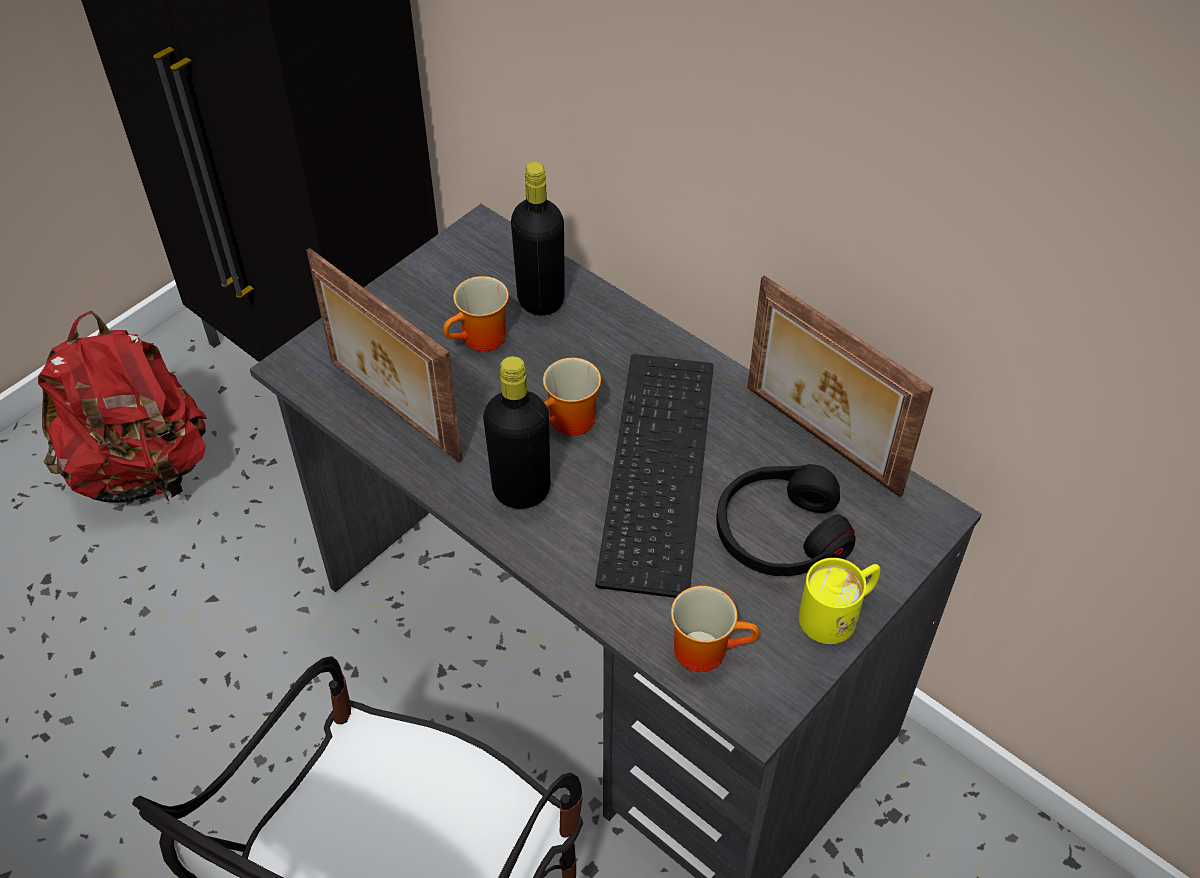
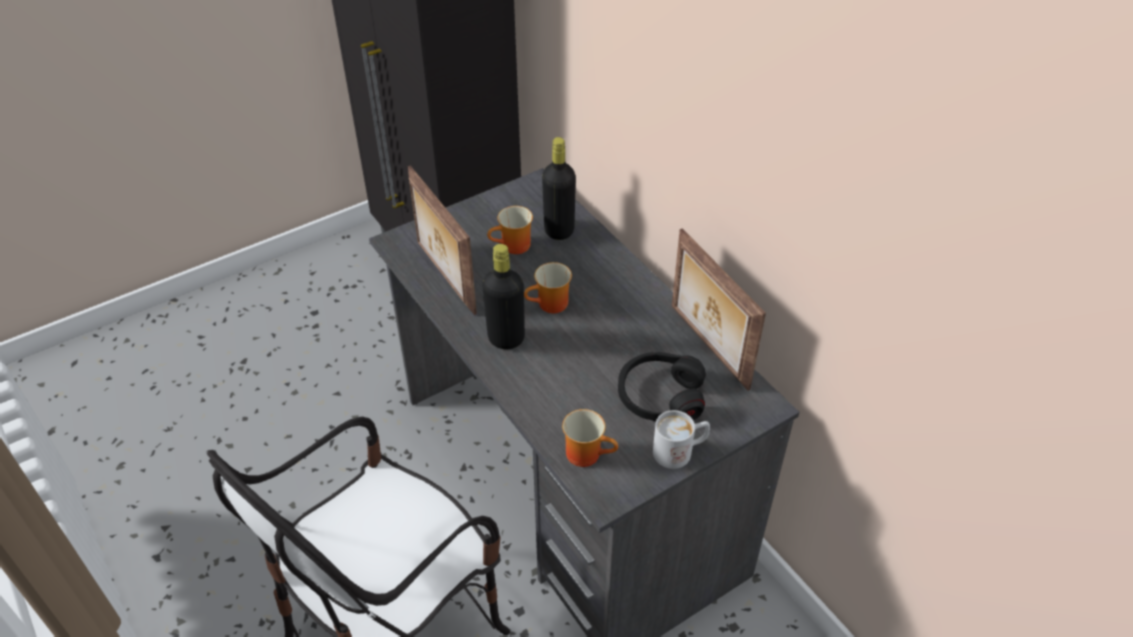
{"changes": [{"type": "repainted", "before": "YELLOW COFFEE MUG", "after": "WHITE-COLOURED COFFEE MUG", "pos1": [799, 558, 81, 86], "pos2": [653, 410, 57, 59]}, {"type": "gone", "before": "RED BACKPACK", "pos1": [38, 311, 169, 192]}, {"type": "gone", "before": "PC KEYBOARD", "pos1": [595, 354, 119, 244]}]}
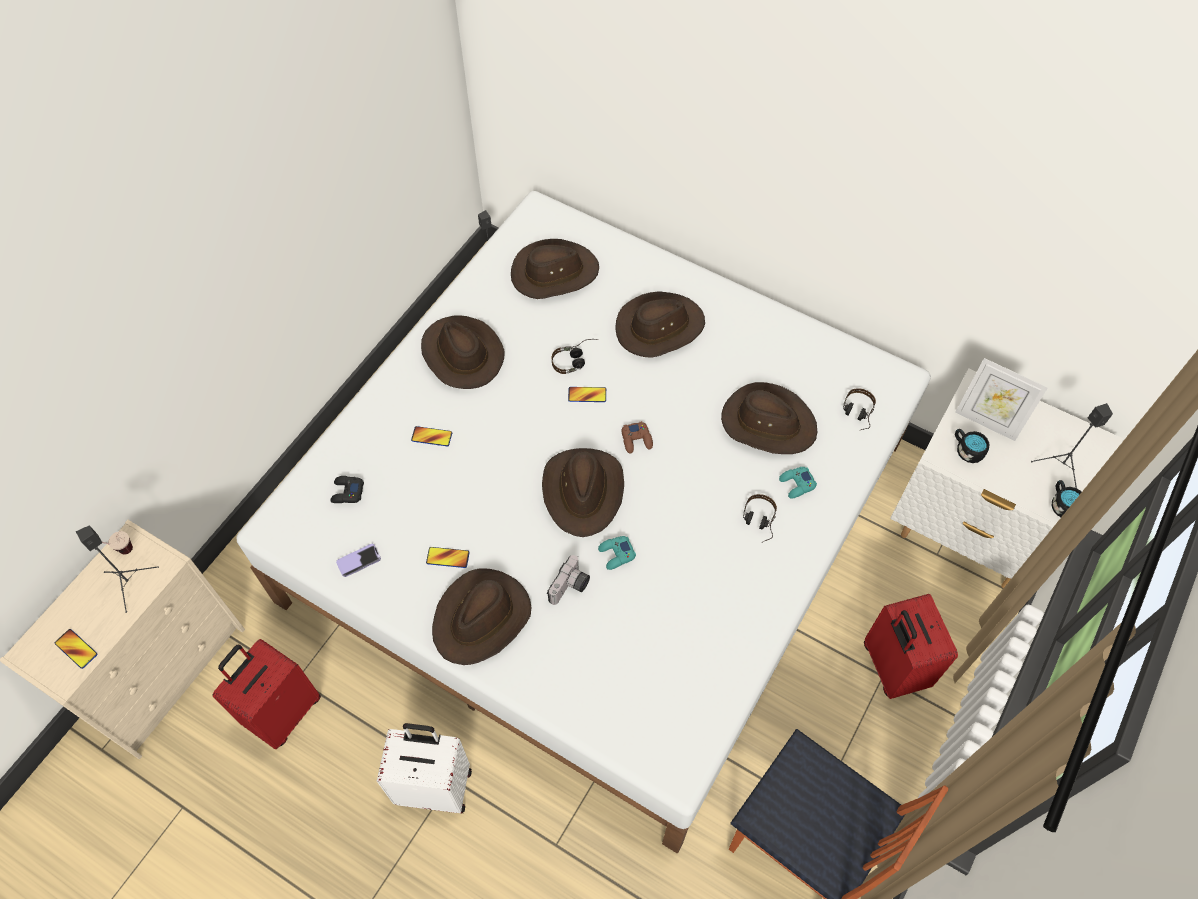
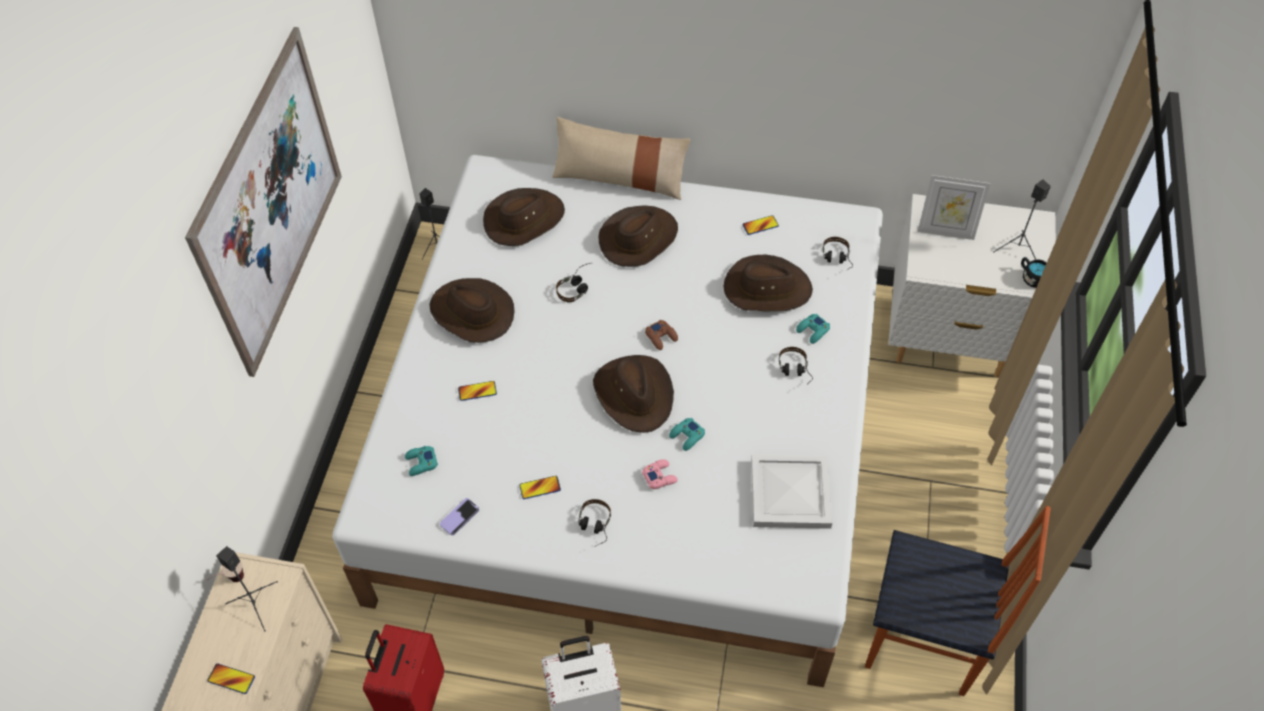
{"changes": [{"type": "new", "after": "WALL ART", "pos2": [185, 27, 157, 350]}, {"type": "repainted", "before": "BLACK JOYPAD", "after": "BLUE-GREEN JOYPAD", "pos1": [330, 476, 34, 27], "pos2": [405, 446, 33, 30]}, {"type": "new", "after": "BEIGE-COLOURED THROW PILLOW", "pos2": [552, 117, 139, 83]}, {"type": "swapped", "before": "BROWN-COLOURED HAT", "after": "PAIR OF HEADPHONES", "pos1": [432, 568, 100, 97], "pos2": [578, 499, 33, 47]}, {"type": "swapped", "before": "STILL CAMERA", "after": "PINKISH JOYPAD", "pos1": [547, 555, 43, 50], "pos2": [642, 459, 36, 30]}, {"type": "shifted", "before": "PHONE", "pos1": [568, 387, 38, 15], "pos2": [743, 215, 36, 20]}, {"type": "new", "after": "WHITE-COLOURED TRAY", "pos2": [751, 454, 82, 75]}, {"type": "gone", "before": "RED SUITCASE", "pos1": [864, 594, 94, 105]}, {"type": "gone", "before": "BLACK COFFEE MUG", "pos1": [955, 429, 35, 34]}]}
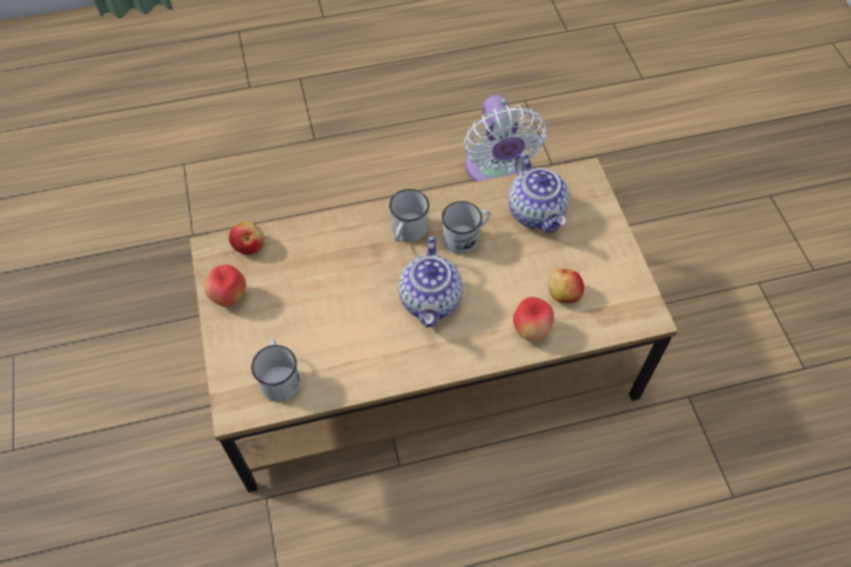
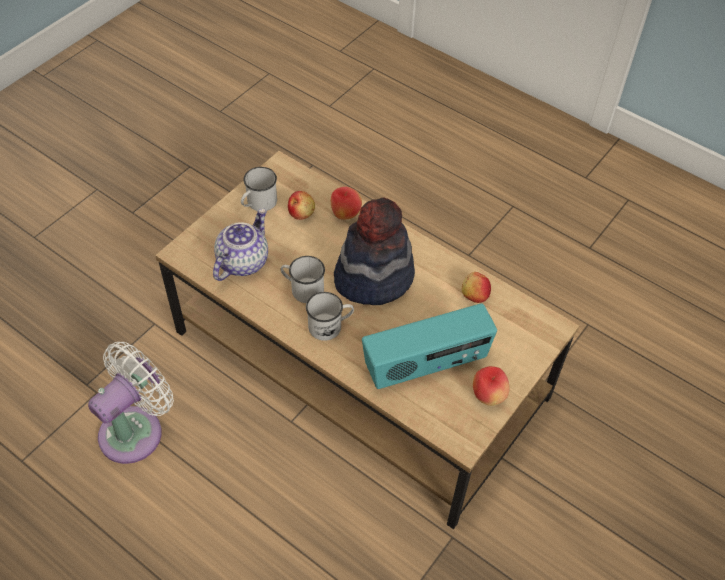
{"changes": [{"type": "shifted", "before": "WHITE-COLOURED COFFEE MUG", "pos1": [251, 339, 49, 63], "pos2": [241, 167, 36, 44]}, {"type": "swapped", "before": "TEAPOT", "after": "HAT", "pos1": [399, 236, 64, 92], "pos2": [334, 198, 81, 107]}, {"type": "new", "after": "RADIO SET", "pos2": [362, 303, 135, 86]}, {"type": "shifted", "before": "APPLE FRUIT", "pos1": [229, 222, 35, 33], "pos2": [462, 272, 29, 31]}]}
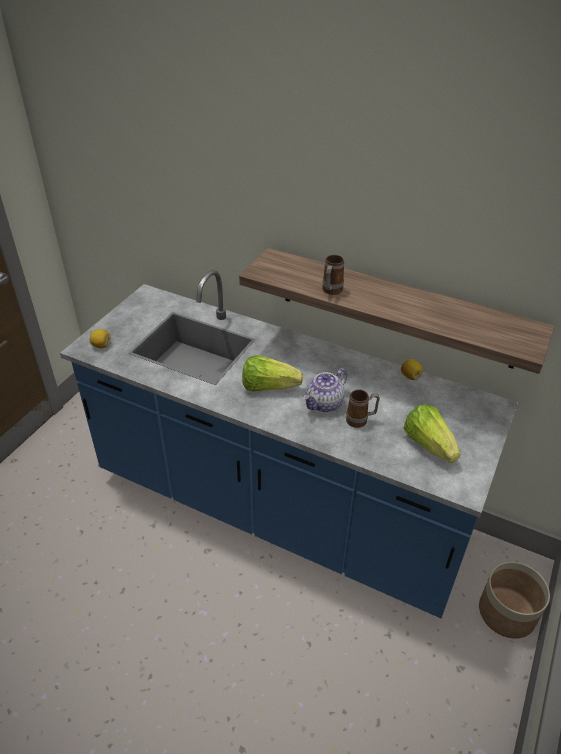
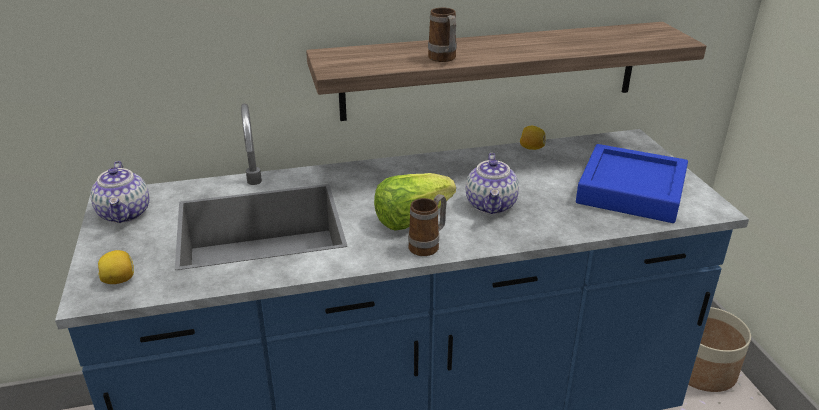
{"changes": [{"type": "new", "after": "TEAPOT", "pos2": [90, 161, 59, 62]}, {"type": "shifted", "before": "COFFEE MUG", "pos1": [346, 389, 34, 39], "pos2": [408, 194, 39, 62]}, {"type": "swapped", "before": "HEAD OF LETTUCE", "after": "BLUISH TRAY", "pos1": [403, 404, 57, 59], "pos2": [576, 144, 112, 79]}]}
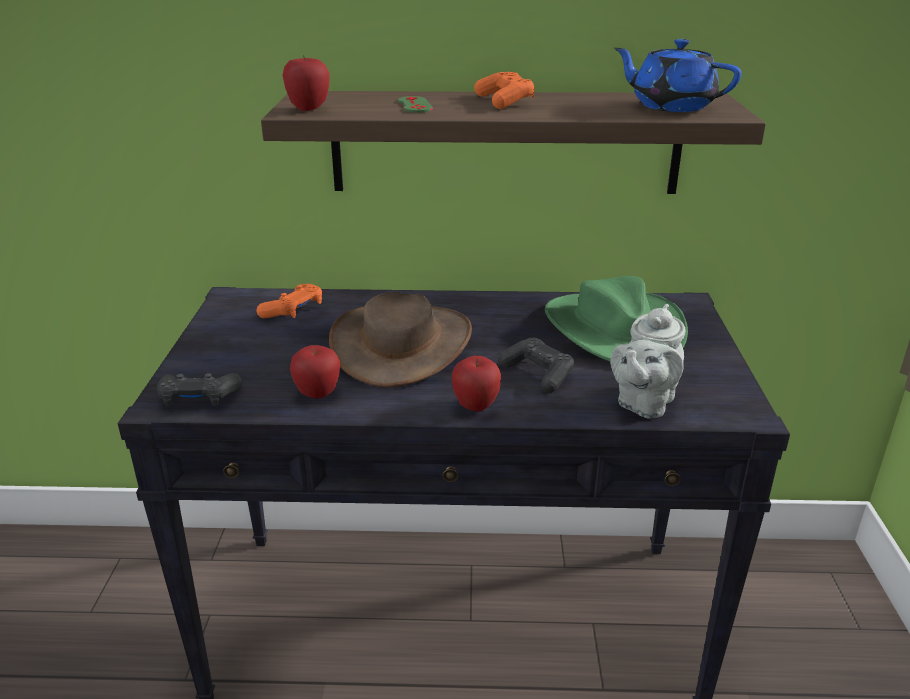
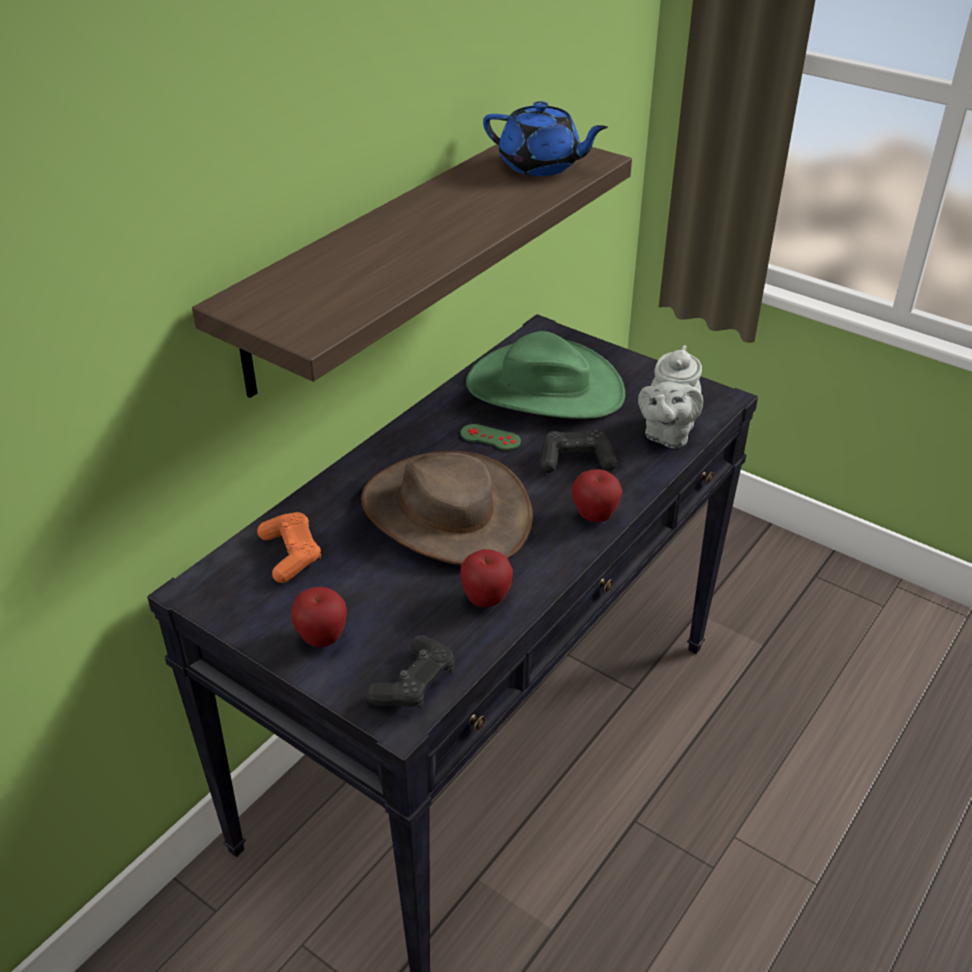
{"changes": [{"type": "shifted", "before": "APPLE FRUIT", "pos1": [282, 55, 48, 56], "pos2": [291, 587, 56, 60]}, {"type": "shifted", "before": "GREEN-COLOURED JOYPAD", "pos1": [398, 96, 35, 17], "pos2": [460, 424, 61, 26]}, {"type": "rotated", "before": "BLUISH TEAPOT", "pos1": [614, 39, 127, 73], "pos2": [483, 101, 125, 75], "turn": -135}, {"type": "rotated", "before": "GRAY TEAPOT", "pos1": [611, 304, 75, 114], "pos2": [638, 345, 65, 103], "turn": 45}, {"type": "gone", "before": "ORANGE-COLOURED JOYPAD", "pos1": [474, 72, 61, 37]}]}
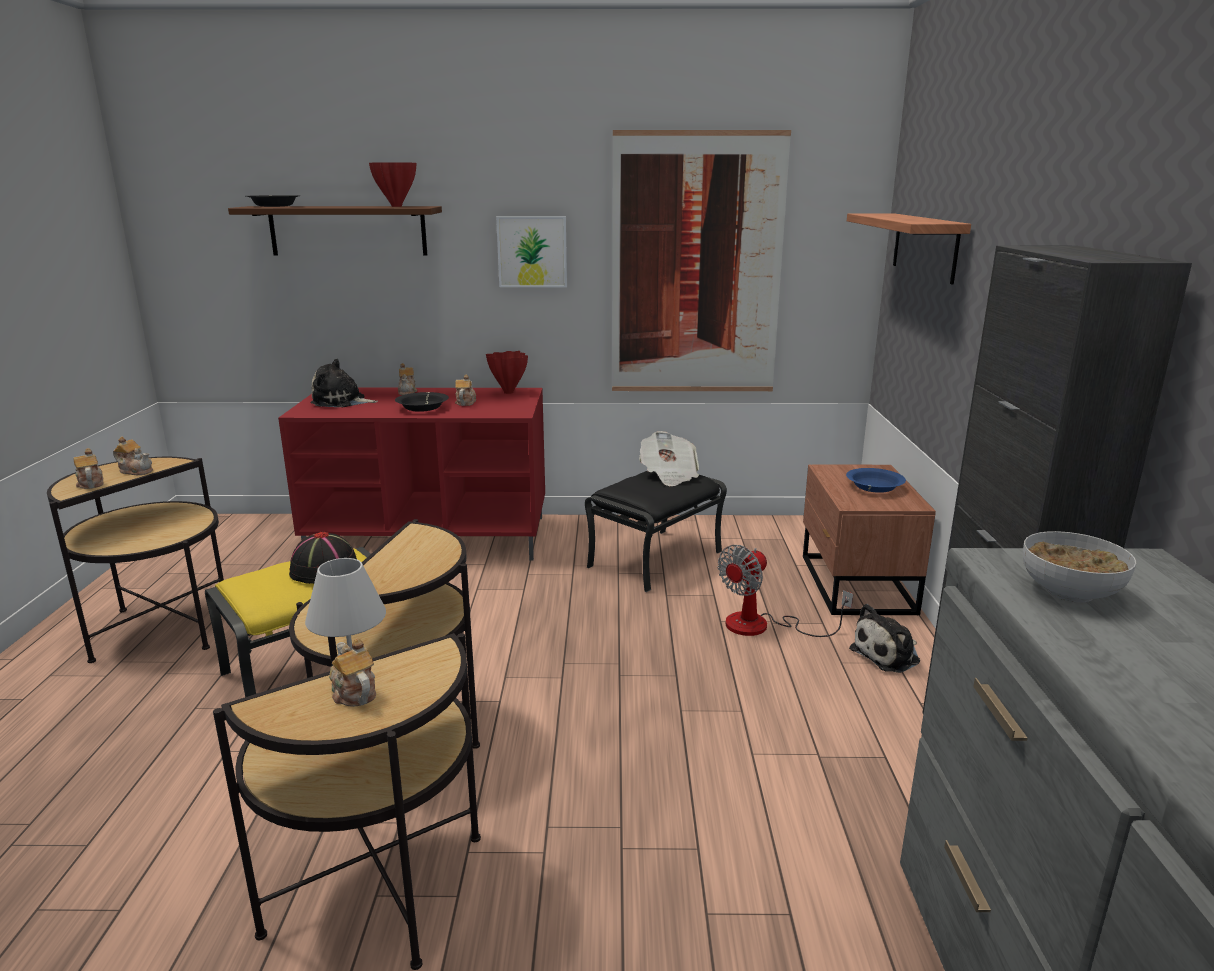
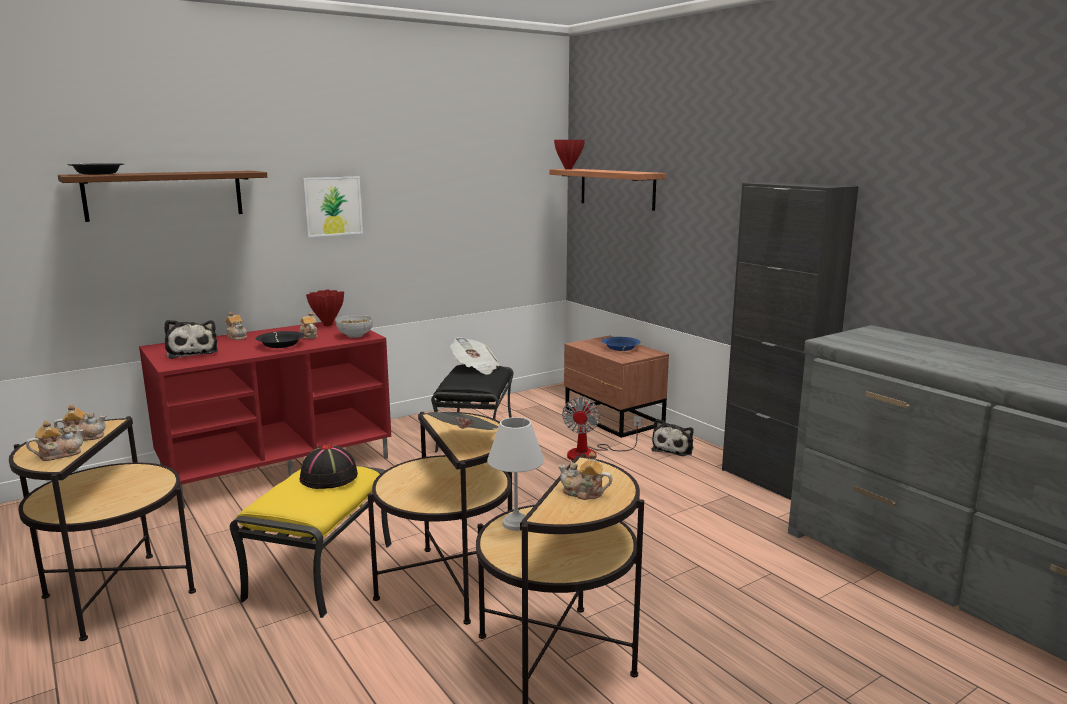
{"changes": [{"type": "rotated", "before": "TEAPOT", "pos1": [73, 448, 31, 41], "pos2": [26, 420, 58, 41], "turn": 120}, {"type": "rotated", "before": "SOFT TOY", "pos1": [310, 359, 68, 48], "pos2": [164, 320, 54, 39], "turn": -90}, {"type": "shifted", "before": "DEEP DISH", "pos1": [1023, 531, 114, 72], "pos2": [335, 315, 38, 23]}, {"type": "new", "after": "DAILY PAPER", "pos2": [424, 412, 75, 18]}, {"type": "shifted", "before": "RED DECORATIVE VASE", "pos1": [369, 162, 47, 45], "pos2": [554, 140, 31, 29]}, {"type": "gone", "before": "WALL ART", "pos1": [612, 130, 179, 261]}]}
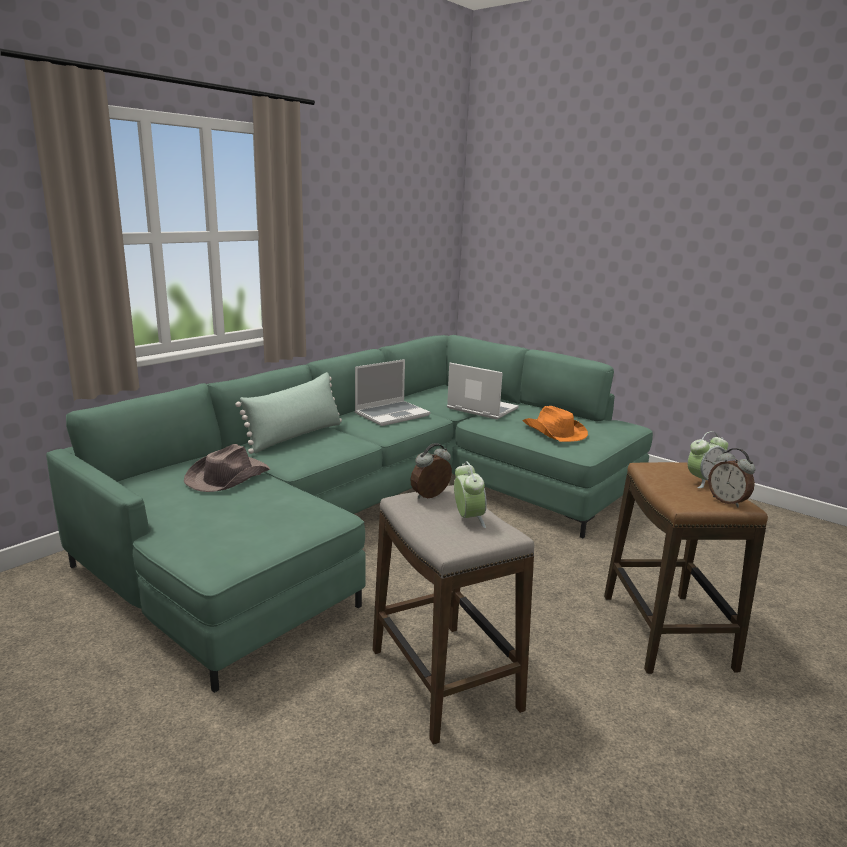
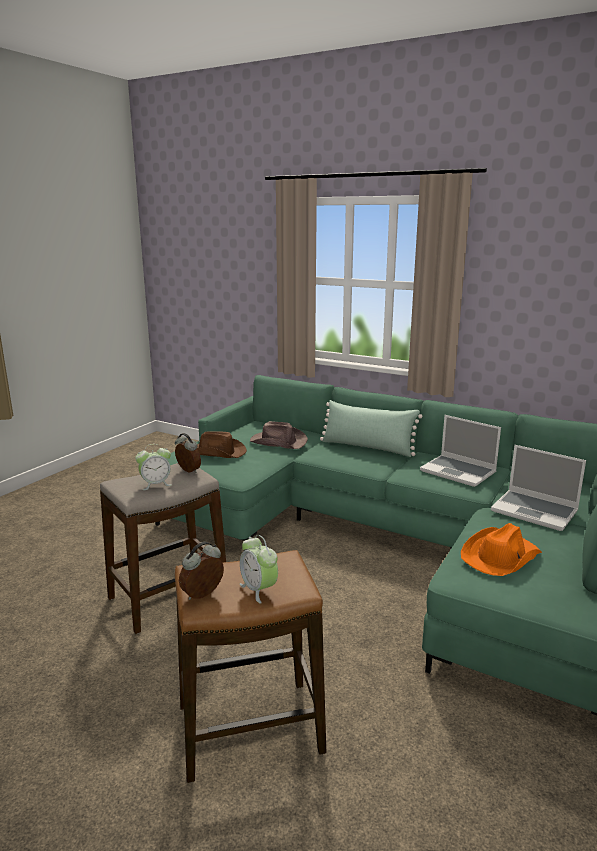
{"changes": [{"type": "new", "after": "BROWN-COLOURED HAT", "pos2": [197, 431, 50, 27]}, {"type": "rotated", "before": "LAPTOP", "pos1": [447, 362, 72, 57], "pos2": [491, 445, 95, 86], "turn": 105}]}
